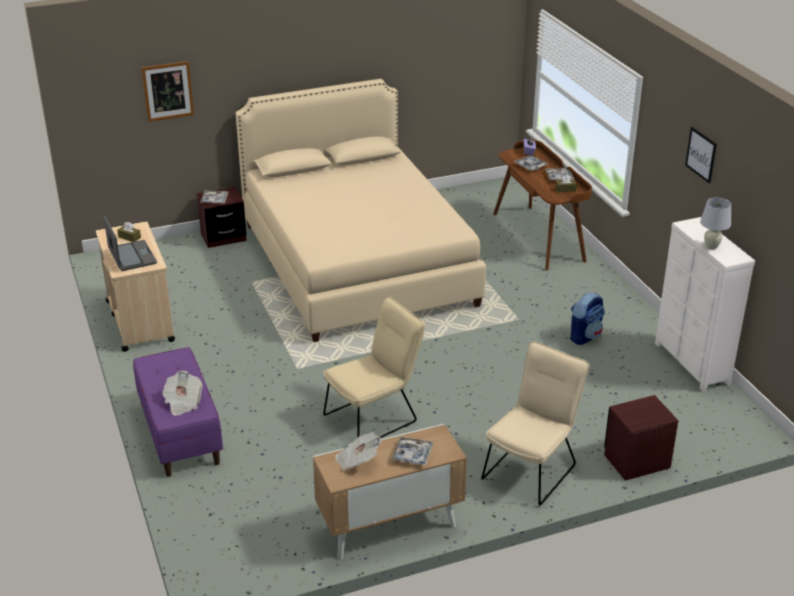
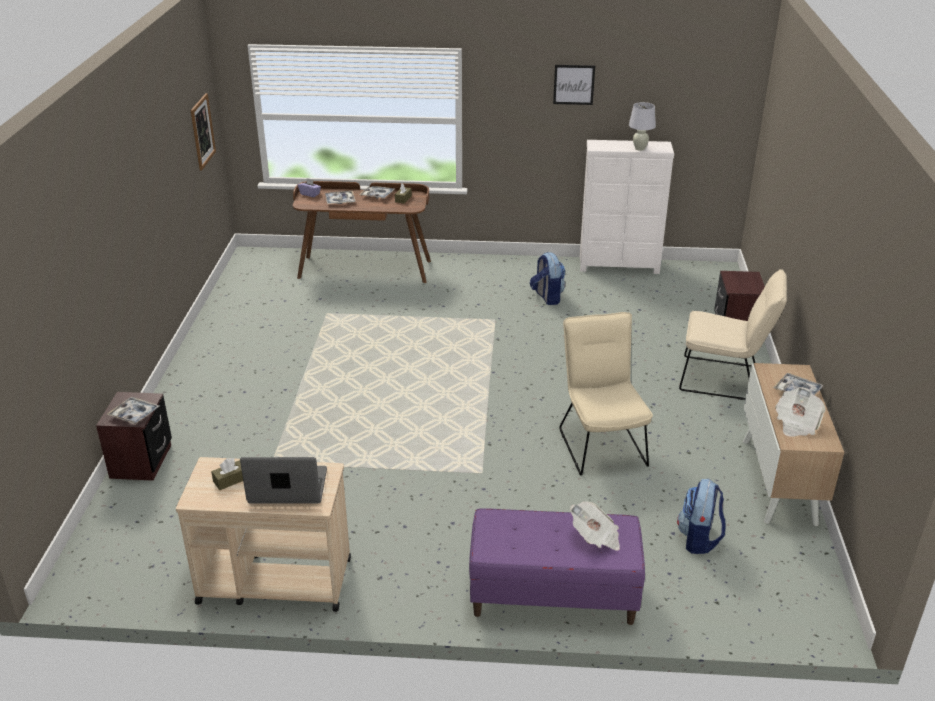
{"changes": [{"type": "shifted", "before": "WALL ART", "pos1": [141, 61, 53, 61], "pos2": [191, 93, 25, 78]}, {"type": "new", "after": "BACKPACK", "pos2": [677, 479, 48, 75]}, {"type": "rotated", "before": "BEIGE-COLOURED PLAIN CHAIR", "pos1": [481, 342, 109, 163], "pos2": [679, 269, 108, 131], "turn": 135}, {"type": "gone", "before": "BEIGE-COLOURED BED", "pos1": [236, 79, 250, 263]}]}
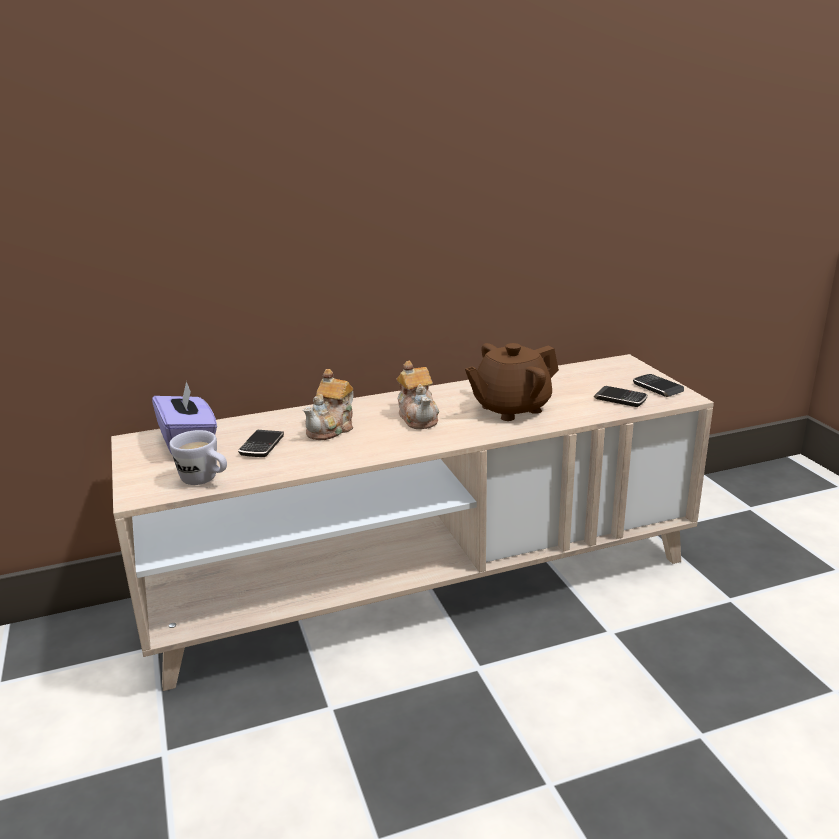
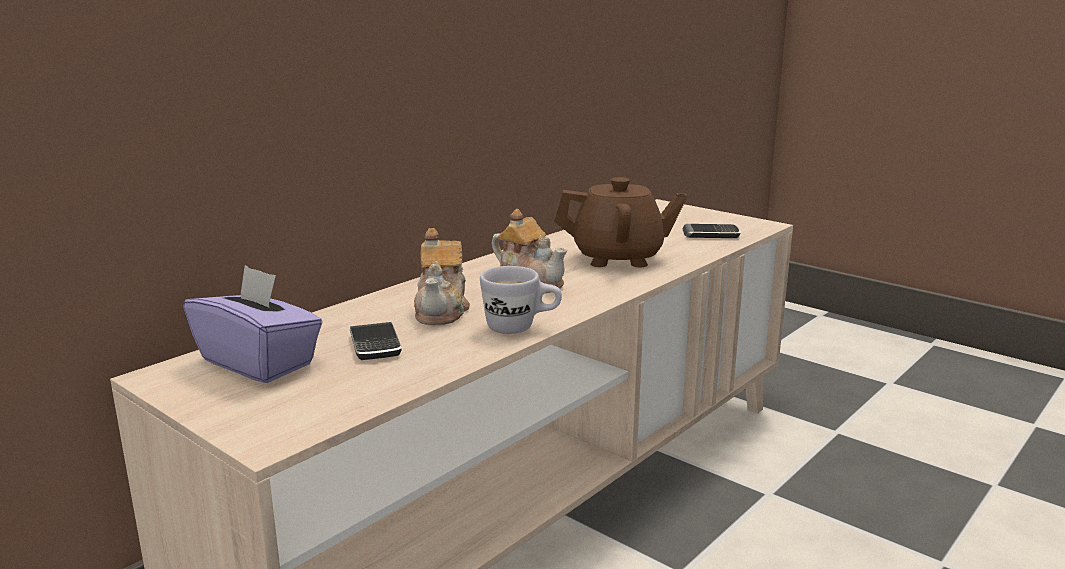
{"changes": [{"type": "shifted", "before": "WHITE-COLOURED COFFEE MUG", "pos1": [169, 430, 58, 55], "pos2": [480, 266, 82, 68]}, {"type": "rotated", "before": "BROWN-COLOURED TEAPOT", "pos1": [465, 343, 94, 78], "pos2": [554, 177, 133, 90], "turn": -120}, {"type": "gone", "before": "PHONE", "pos1": [633, 374, 51, 23]}]}
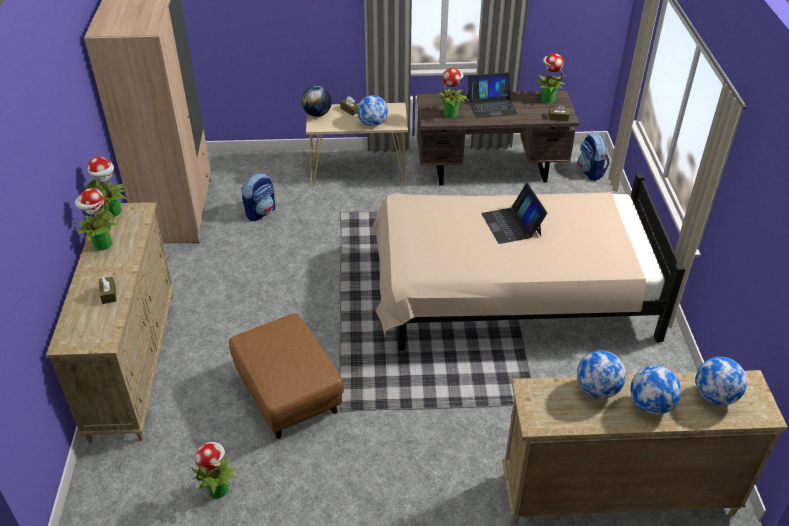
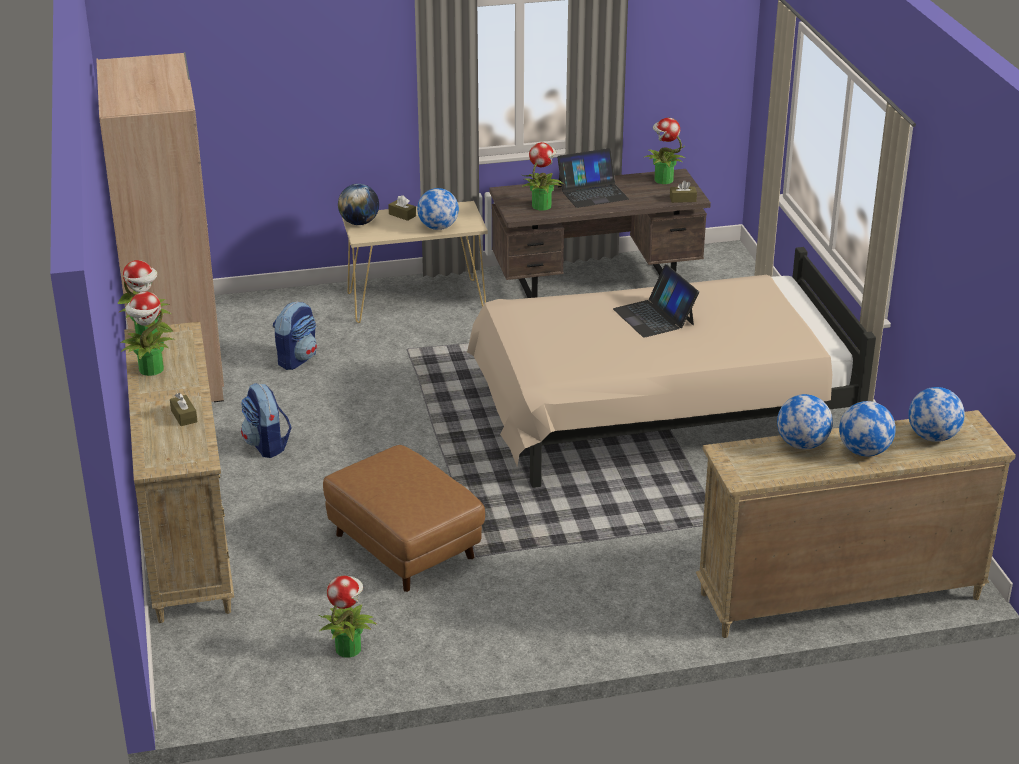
{"changes": [{"type": "shifted", "before": "BACKPACK", "pos1": [577, 132, 33, 49], "pos2": [241, 383, 51, 75]}]}
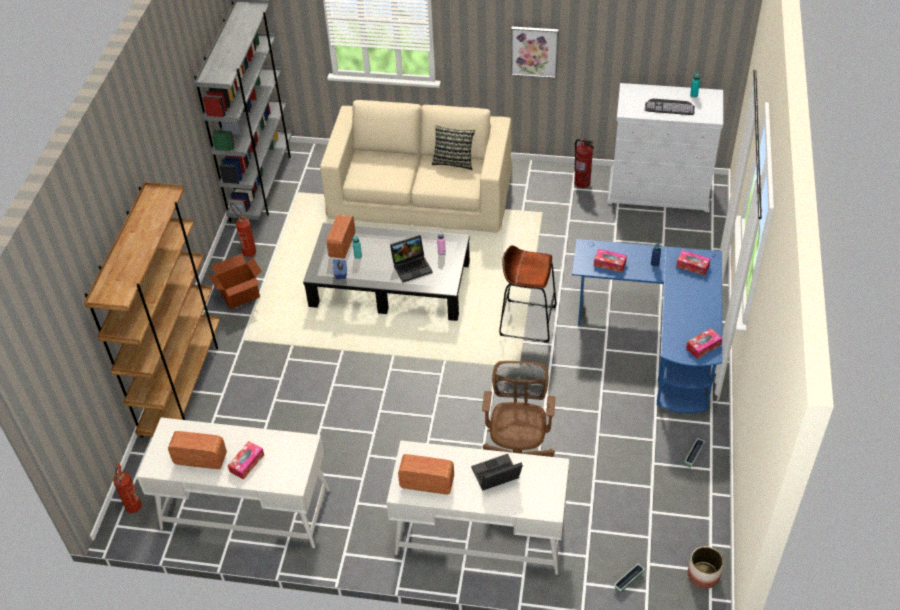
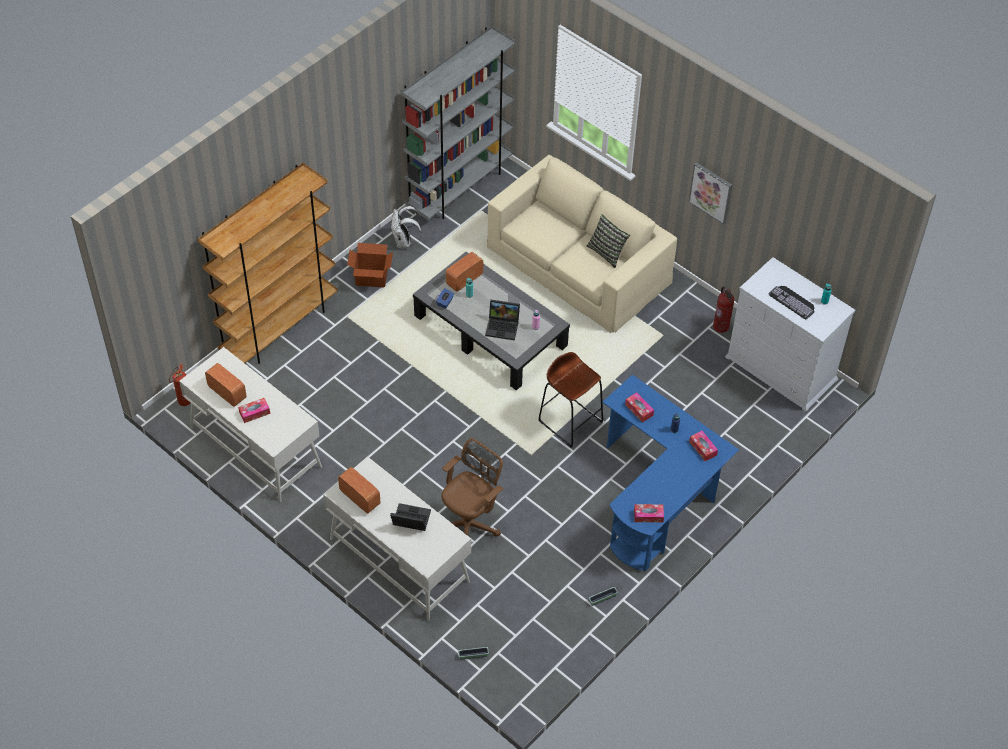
{"changes": [{"type": "swapped", "before": "EXTINGUISHER", "after": "WHITE-COLOURED BACKPACK", "pos1": [230, 203, 26, 54], "pos2": [391, 206, 31, 42]}, {"type": "gone", "before": "PLANT POT", "pos1": [688, 546, 36, 43]}]}
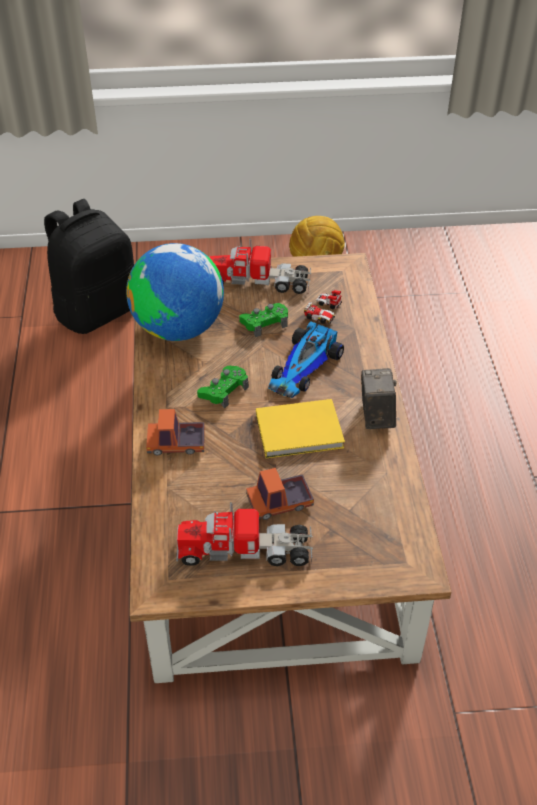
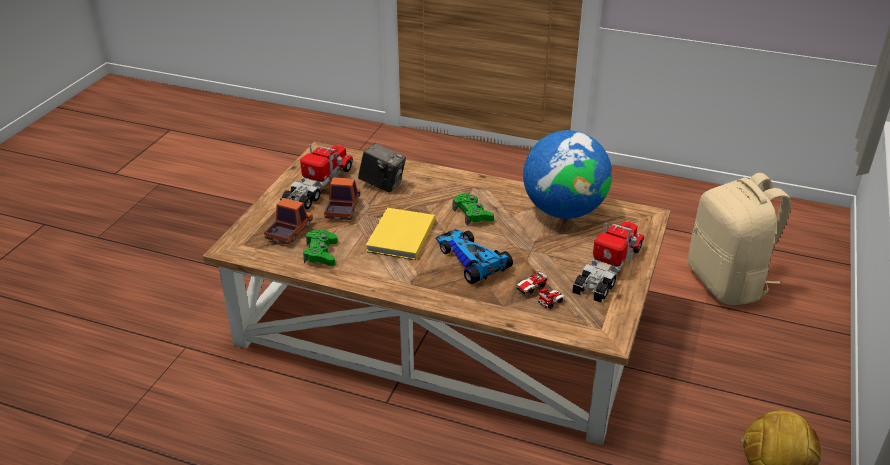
{"changes": [{"type": "shifted", "before": "MODEL TRUCK", "pos1": [146, 409, 59, 46], "pos2": [264, 198, 49, 47]}, {"type": "shifted", "before": "GREEN-COLOURED JOYPAD", "pos1": [239, 303, 49, 34], "pos2": [303, 229, 35, 37]}, {"type": "shifted", "before": "STILL CAMERA", "pos1": [361, 368, 36, 61], "pos2": [358, 143, 48, 50]}, {"type": "repainted", "before": "BLACK BACKPACK", "after": "BEIGE-COLOURED BACKPACK", "pos1": [44, 199, 90, 135], "pos2": [688, 173, 103, 132]}]}
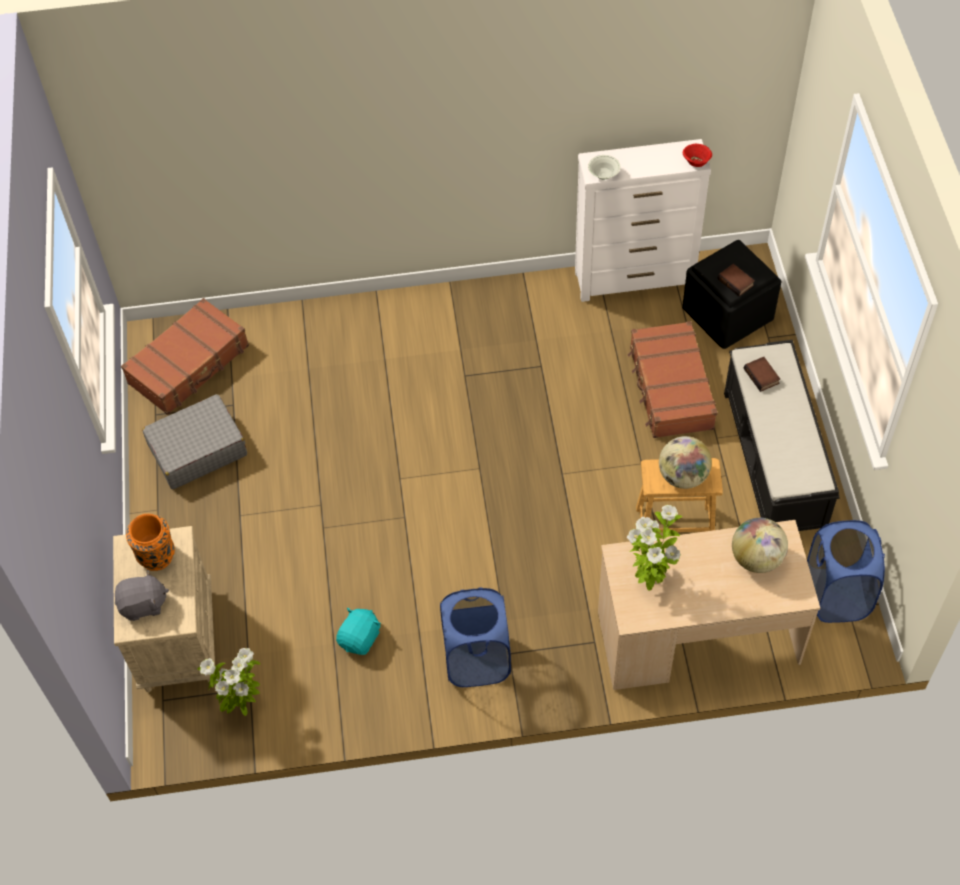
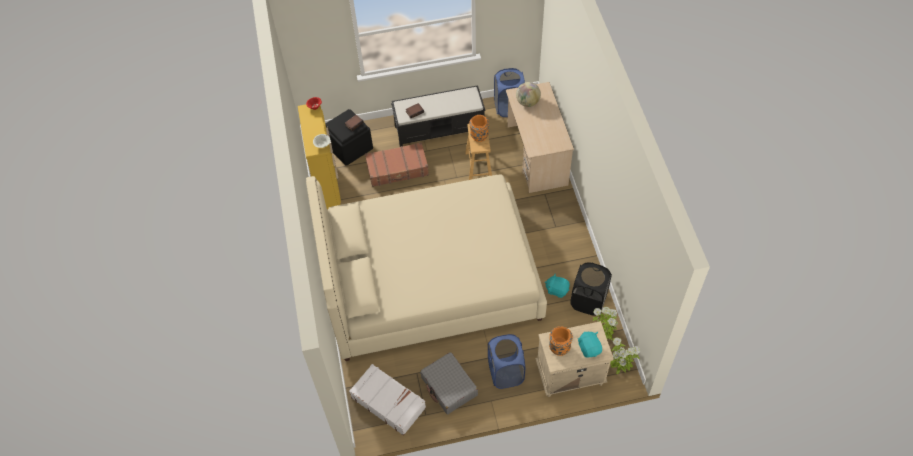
{"changes": [{"type": "repainted", "before": "WHITE-COLOURED DRESSER", "after": "YELLOW DRESSER", "pos1": [575, 139, 136, 163], "pos2": [298, 104, 43, 106]}, {"type": "new", "after": "BEIGE-COLOURED BED", "pos2": [306, 175, 241, 186]}, {"type": "repainted", "before": "BROWN-COLOURED SUITCASE", "after": "WHITE-COLOURED SUITCASE", "pos1": [121, 298, 128, 117], "pos2": [349, 364, 77, 72]}, {"type": "swapped", "before": "DESK GLOBE", "after": "ORANGE-COLOURED DECORATIVE VASE", "pos1": [659, 436, 53, 53], "pos2": [469, 115, 20, 27]}, {"type": "shifted", "before": "BLUISH HAMPER", "pos1": [440, 587, 71, 100], "pos2": [488, 334, 37, 55]}, {"type": "new", "after": "BLACK HAMPER", "pos2": [570, 262, 42, 54]}, {"type": "repainted", "before": "GRAY SOFT TOY", "after": "BLUE-GREEN SOFT TOY", "pos1": [115, 570, 54, 51], "pos2": [578, 331, 24, 27]}, {"type": "shifted", "before": "PLANT IN A POT", "pos1": [627, 505, 55, 86], "pos2": [610, 337, 30, 37]}]}
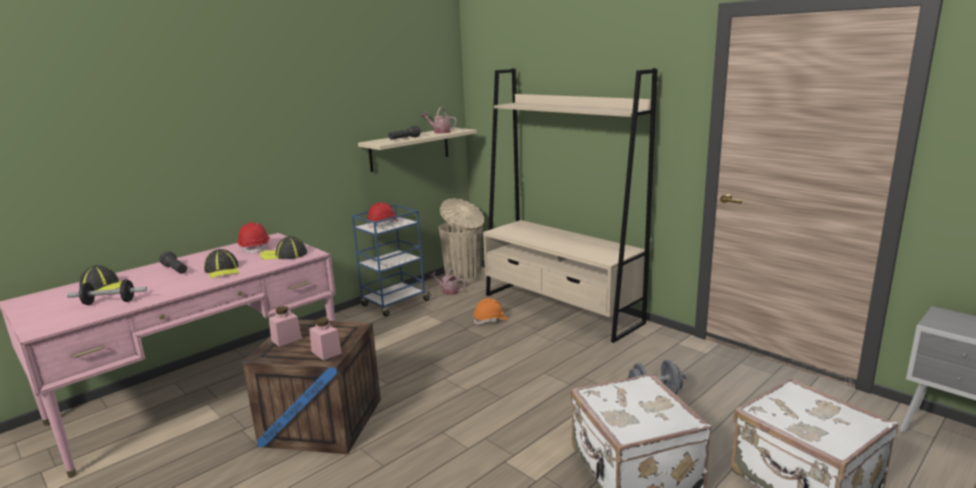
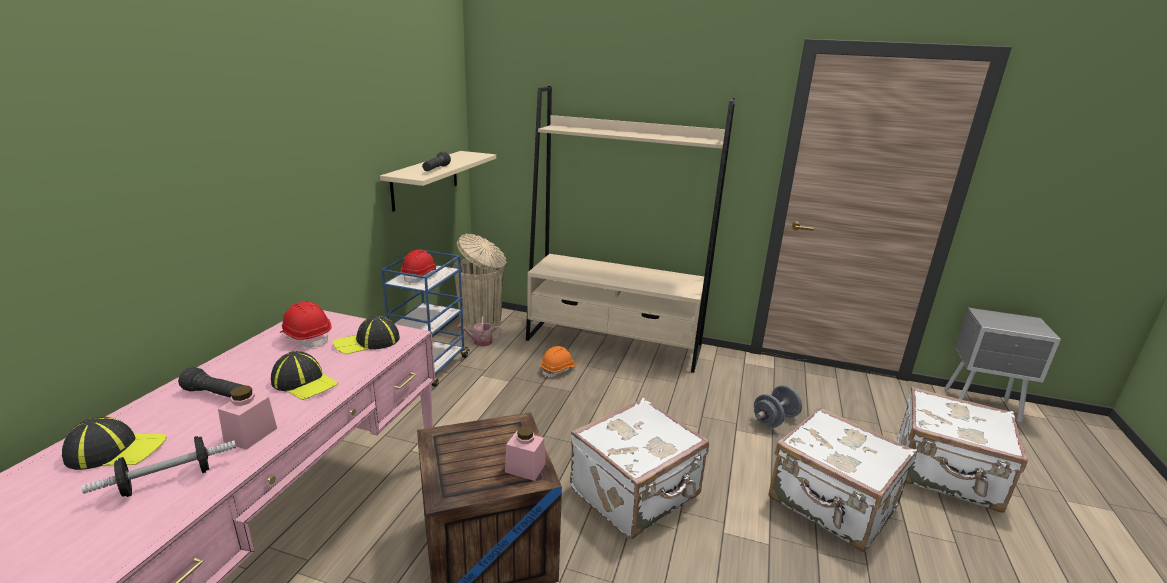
{"changes": [{"type": "shifted", "before": "PINKISH PRESERVE JAR", "pos1": [269, 306, 33, 41], "pos2": [218, 386, 59, 64]}, {"type": "new", "after": "WHITE-COLOURED SUITCASE", "pos2": [570, 398, 139, 141]}, {"type": "gone", "before": "WATERING POT", "pos1": [421, 107, 36, 27]}]}
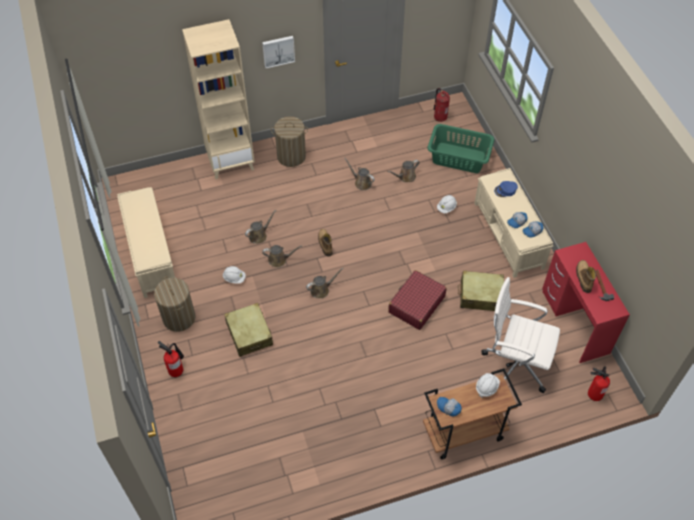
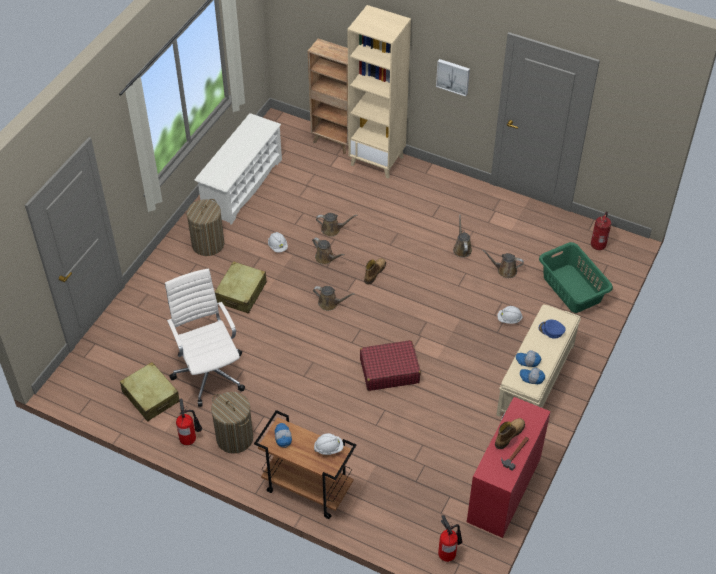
{"changes": [{"type": "shifted", "before": "BEIGE-COLOURED SUITCASE", "pos1": [458, 271, 46, 40], "pos2": [120, 362, 59, 60]}, {"type": "shifted", "before": "WHITE-COLOURED DESK CHAIR", "pos1": [482, 277, 78, 116], "pos2": [165, 268, 80, 139]}, {"type": "shifted", "before": "EXTINGUISHER", "pos1": [158, 341, 26, 36], "pos2": [176, 399, 26, 46]}, {"type": "swapped", "before": "BEIGE-COLOURED INDOOR BENCH", "after": "WHITE-COLOURED SHOE SHELF", "pos1": [117, 187, 58, 111], "pos2": [194, 113, 88, 112]}, {"type": "shifted", "before": "HAMPER", "pos1": [271, 116, 37, 51], "pos2": [211, 392, 42, 62]}, {"type": "new", "after": "BROWN-COLOURED SHELVING UNIT", "pos2": [308, 39, 40, 115]}]}
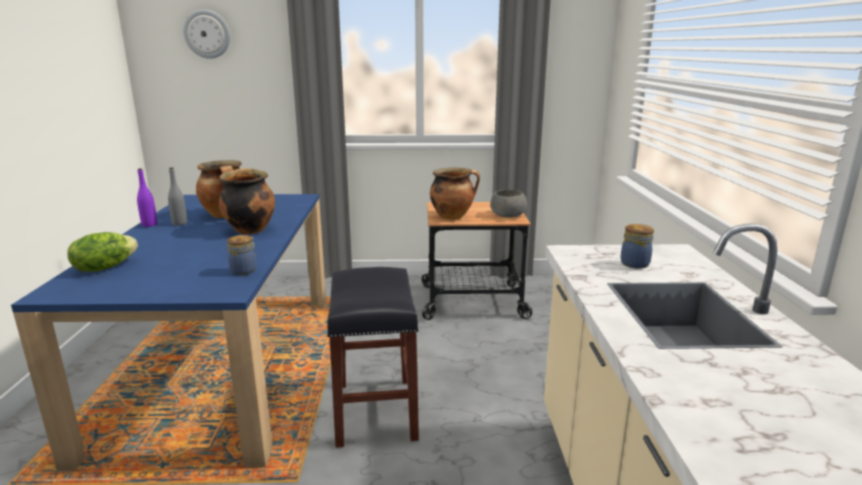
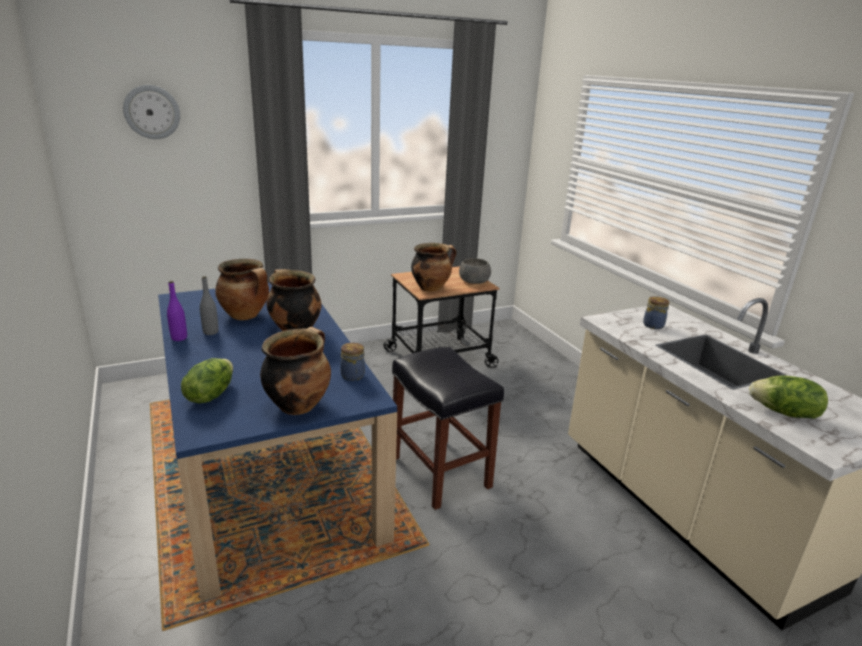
{"changes": [{"type": "new", "after": "COOKING POT", "pos2": [260, 327, 71, 88]}, {"type": "new", "after": "HEAD OF LETTUCE", "pos2": [749, 375, 79, 44]}]}
